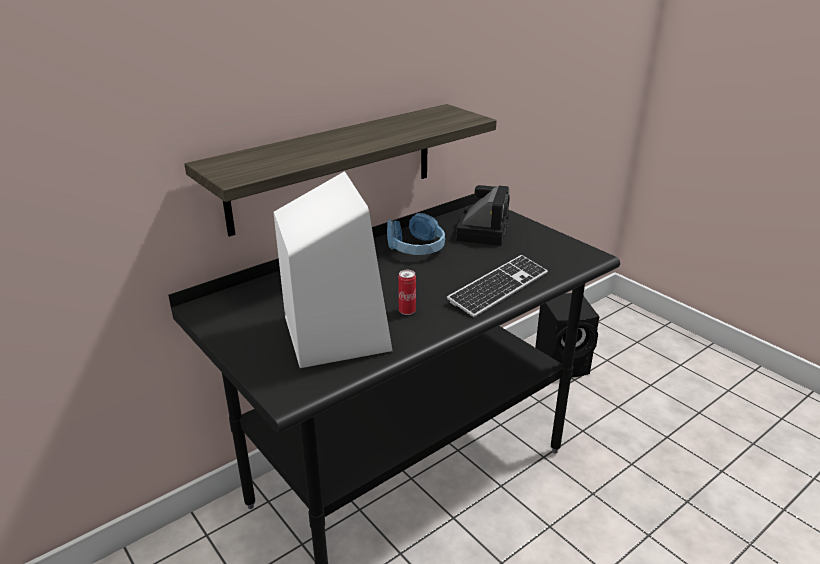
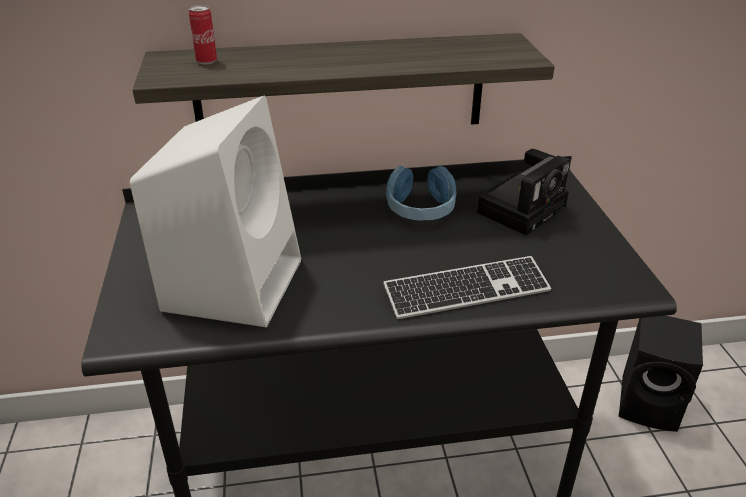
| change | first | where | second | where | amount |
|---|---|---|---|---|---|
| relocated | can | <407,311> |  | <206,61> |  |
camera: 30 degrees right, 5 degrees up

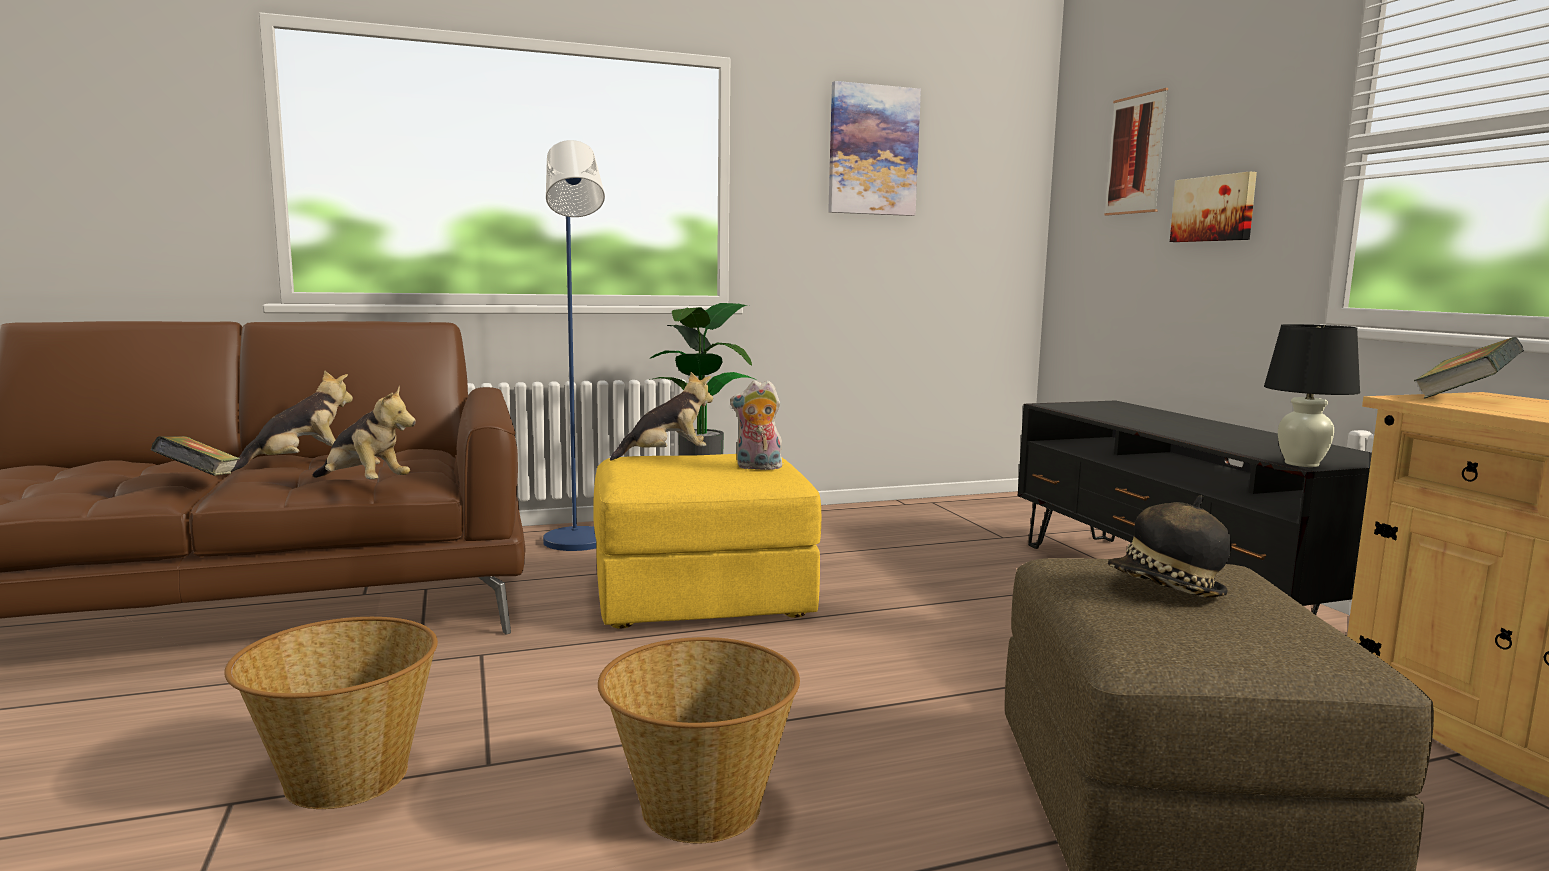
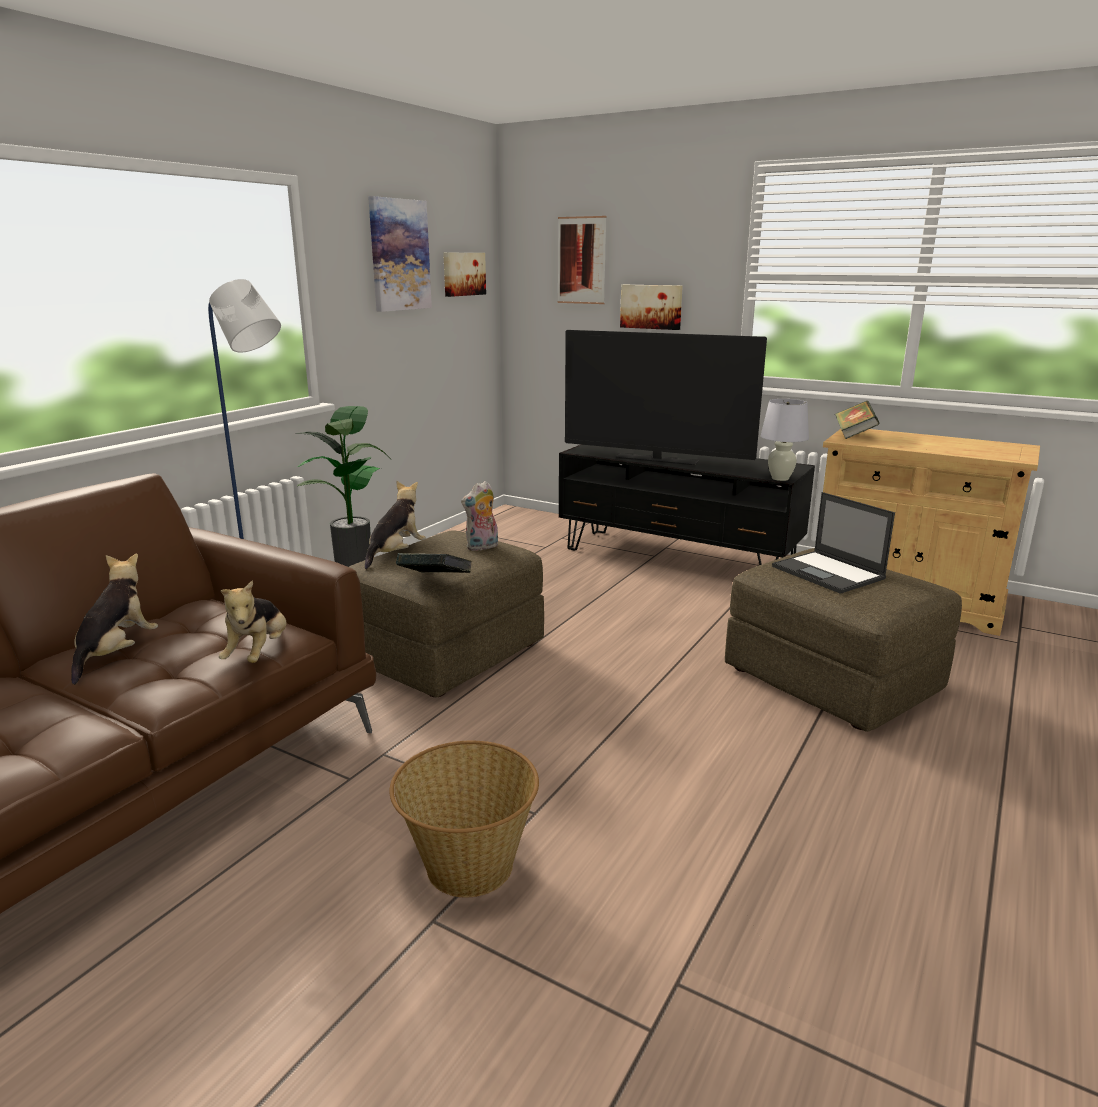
| change | first | where | second | where | amount |
|---|---|---|---|---|---|
| spun | soft toy | <363,484> |  | <259,653> | 105 degrees clockwise |
| colour | yellowish ottoman | <702,596> | brown-coloured ottoman | <447,653> |  |
| relocated | bound book | <200,482> |  | <435,582> |  |
| appeared |  |  | picture | <463,274> |  |
| appeared |  |  | TV set | <656,460> |  |
| colour | black-coloured tabletop lamp | <1302,464> | white tabletop lamp | <780,478> |  |
| exchanged | clothing hat | <1166,589> | laptop | <829,573> |  |
| missing | storage basket | <699,806> |  |  |  |
camera: 40 degrees left, 10 degrees up

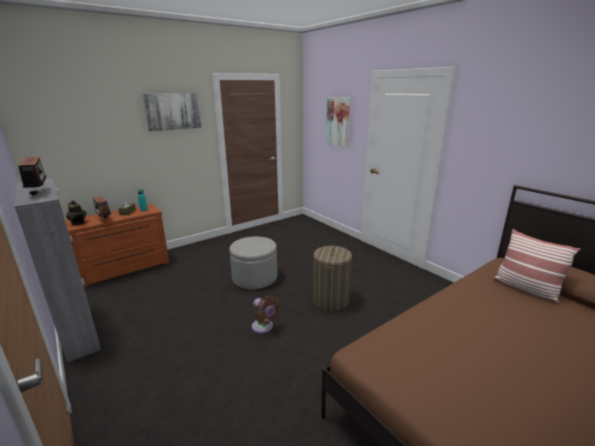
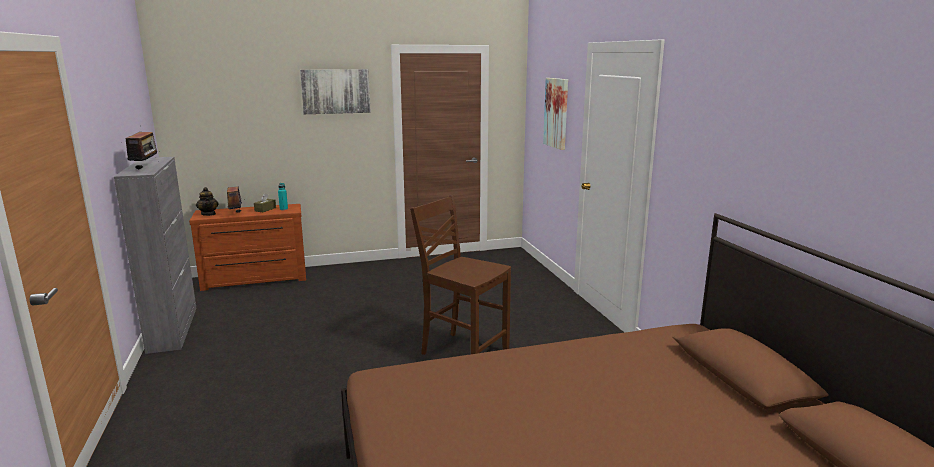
| change | first | where | second | where | amount |
|---|---|---|---|---|---|
| exchanged | washing basket | <331,300> | brown-coloured plain chair | <463,352> |  |
| missing | grey ottoman | <255,278> |  |  |  |
| missing | brown-coloured fan | <264,327> |  |  |  |
| missing | cushion | <525,289> |  |  |  |
camera: 20 degrees right, 5 degrees down

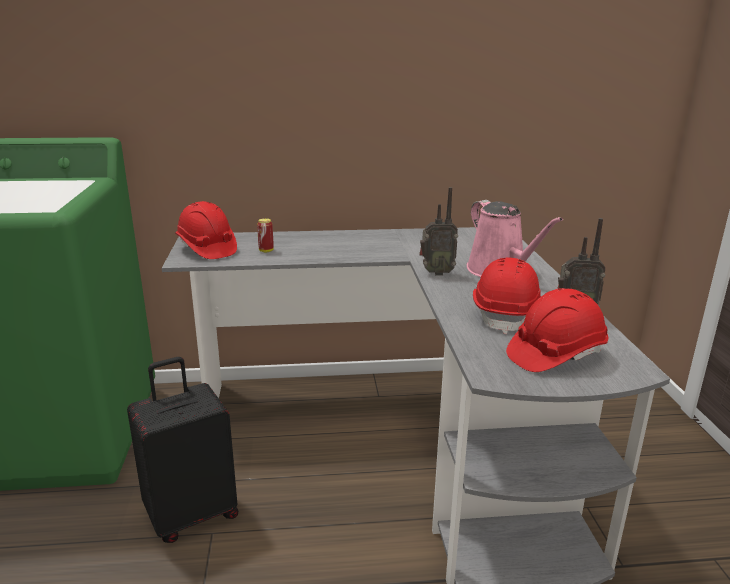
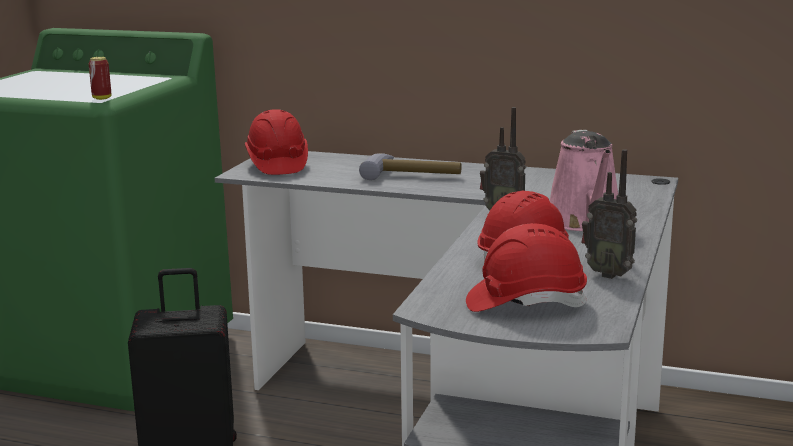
| change | first | where | second | where | amount |
|---|---|---|---|---|---|
| relocated | can | <266,251> |  | <102,98> |  |
| appeared |  |  | hand hammer | <412,175> |  |
camera: 25 degrees right, 5 degrees down

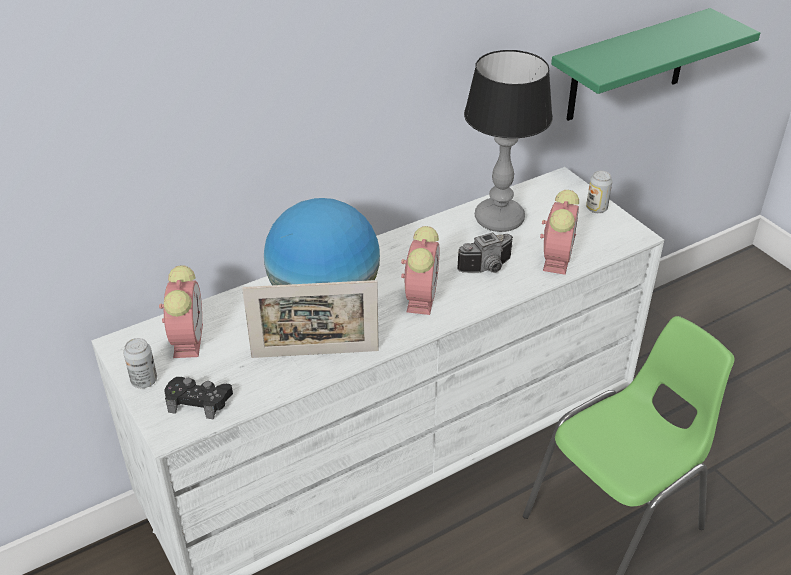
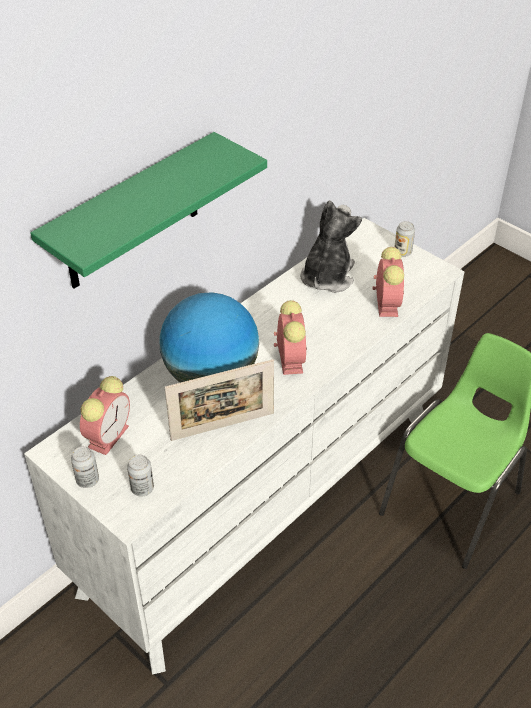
| change | first | where | second | where | amount |
|---|---|---|---|---|---|
| relocated | green-coloured wall shelf | <628,66> |  | <132,214> |  |
| spun | table clock | <187,339> |  | <109,435> | 45 degrees clockwise |
| exchanged | black-coloured joypad | <198,401> | can | <142,488> |  |
| exchanged | tabletop lamp | <498,219> | soft toy | <327,276> |  |
| missing | still camera | <488,268> |  |  |  |
camera: 15 degrees left, 5 degrees up

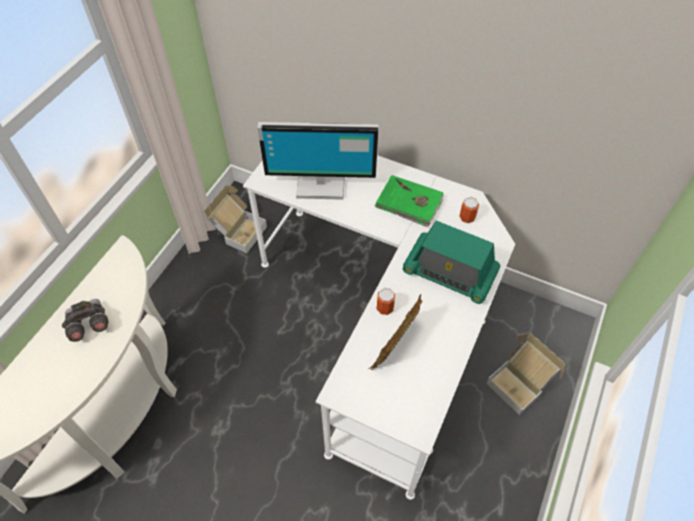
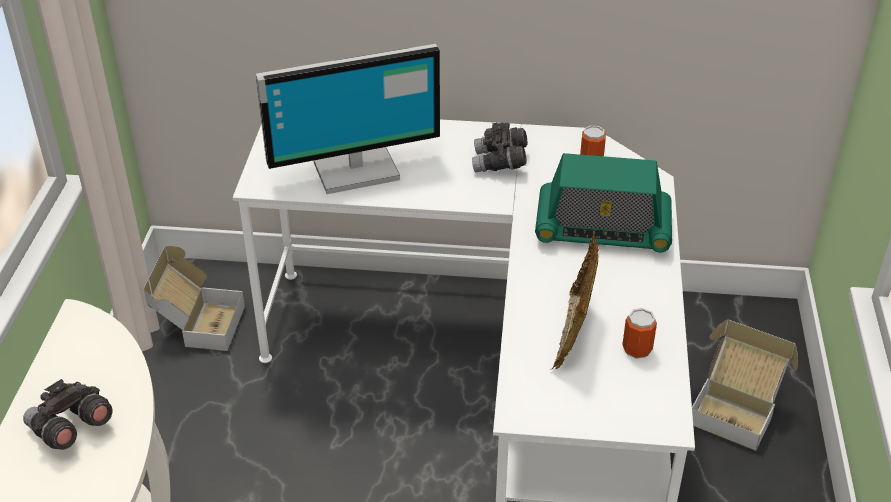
| change | first | where | second | where | amount |
|---|---|---|---|---|---|
| exchanged | green-coloured bound book | <409,203> | grey binoculars | <500,163> |  |
| relocated | can | <385,308> |  | <637,349> |  |
camera: 20 degrees left, 15 degrees down

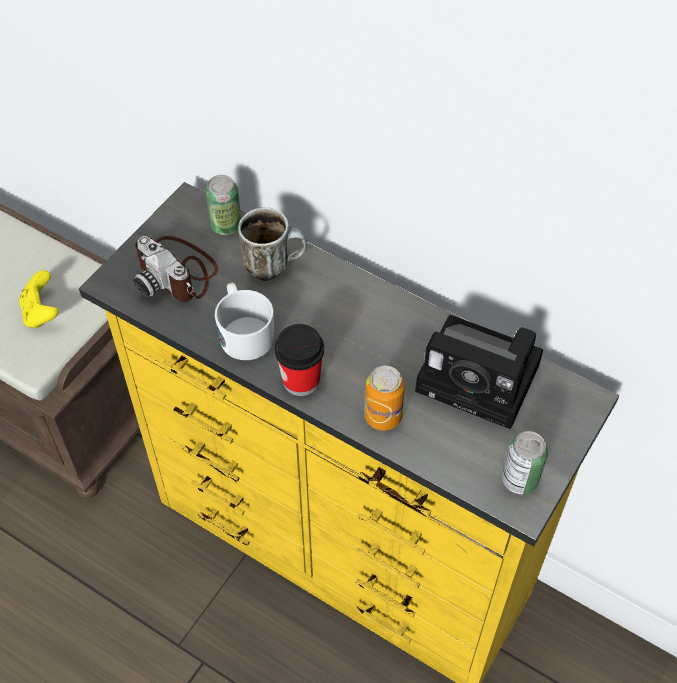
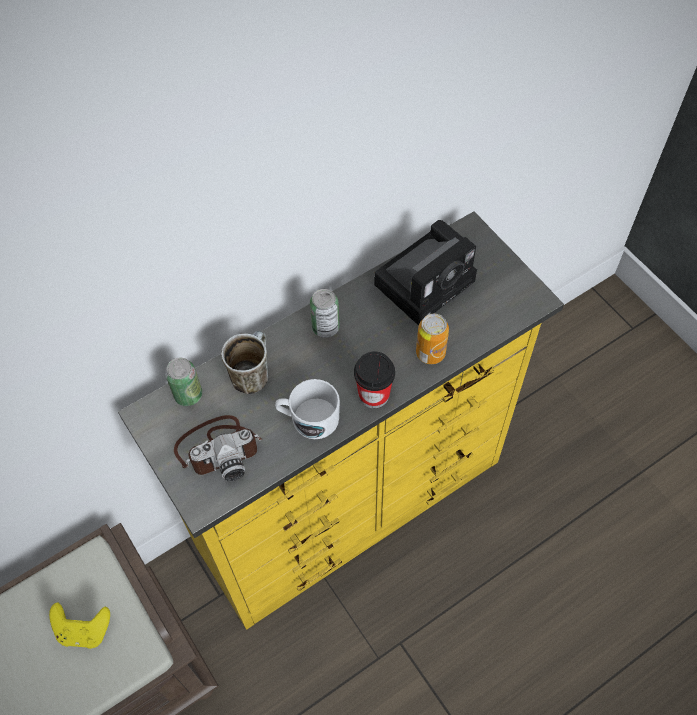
| change | first | where | second | where | amount |
|---|---|---|---|---|---|
| relocated | can | <519,480> |  | <325,327> |  |
camera: 65 degrees left, 5 degrees up

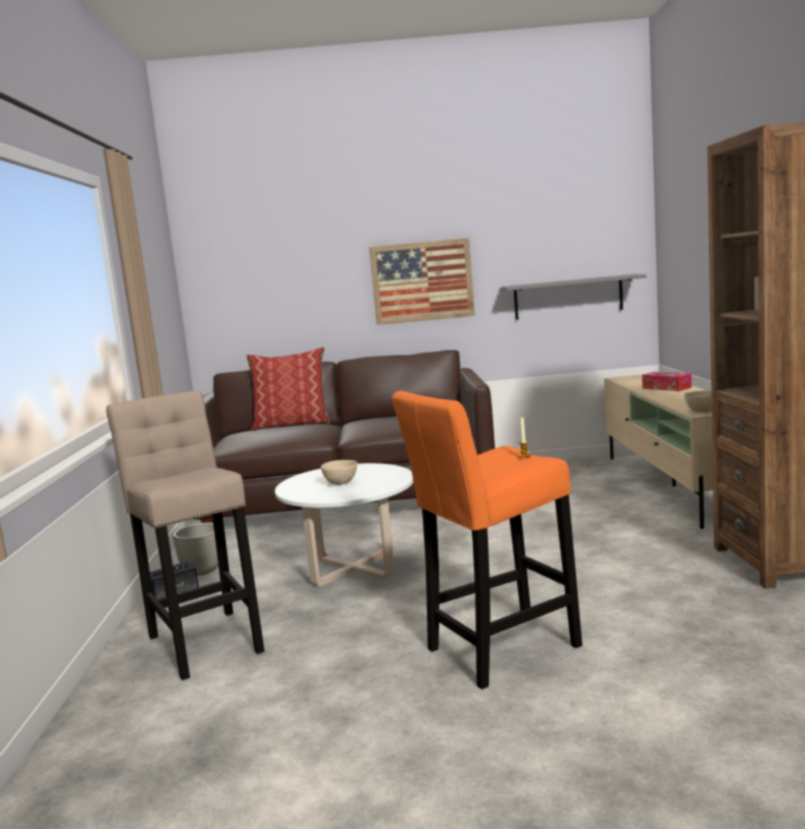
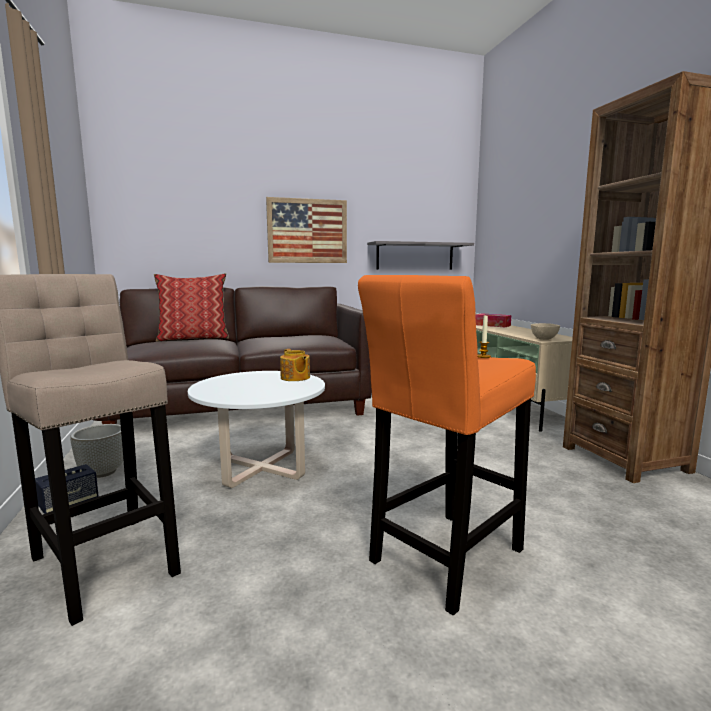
| change | first | where | second | where | amount |
|---|---|---|---|---|---|
| appeared |  |  | pot for tea | <295,378> |  |
| missing | sand-coloured deep dish | <341,483> |  |  |  |
camera: 15 degrees left, 0 degrees up

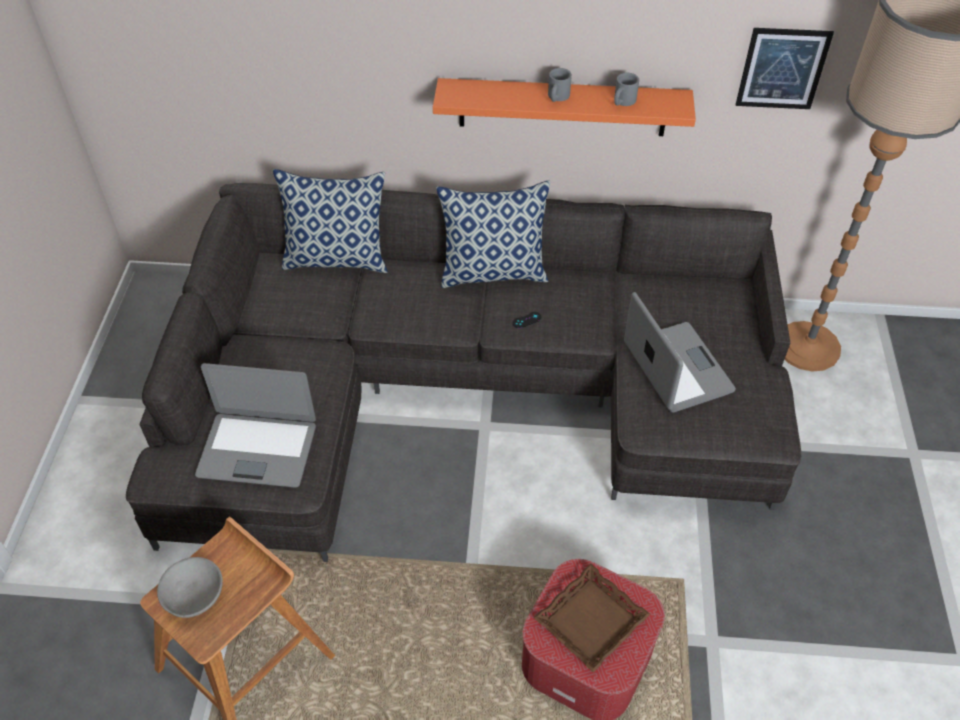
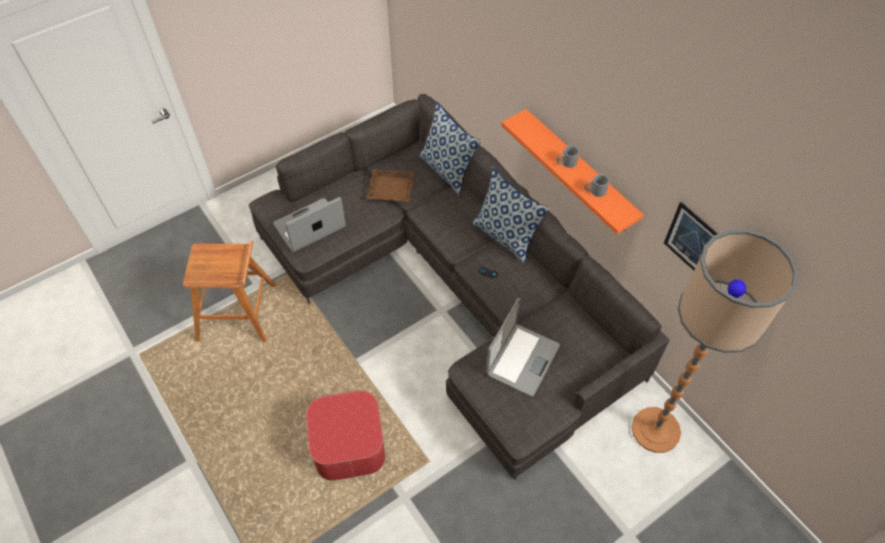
| change | first | where | second | where | amount |
|---|---|---|---|---|---|
| spun | laptop | <258,449> |  | <310,227> | 90 degrees clockwise |
| relocated | brown-coloured serving tray | <590,620> |  | <391,188> |  |
| missing | grey deep dish | <194,596> |  |  |  |
camera: 50 degrees right, 5 degrees up

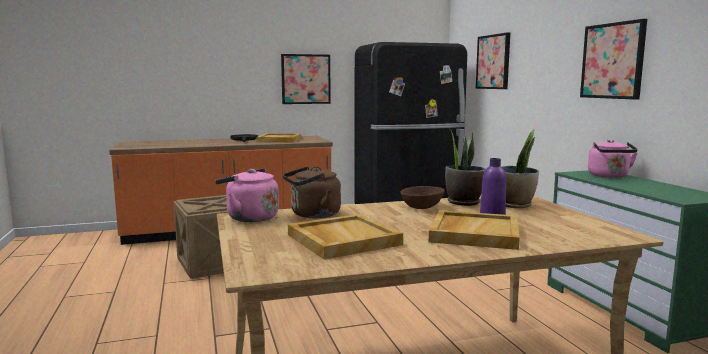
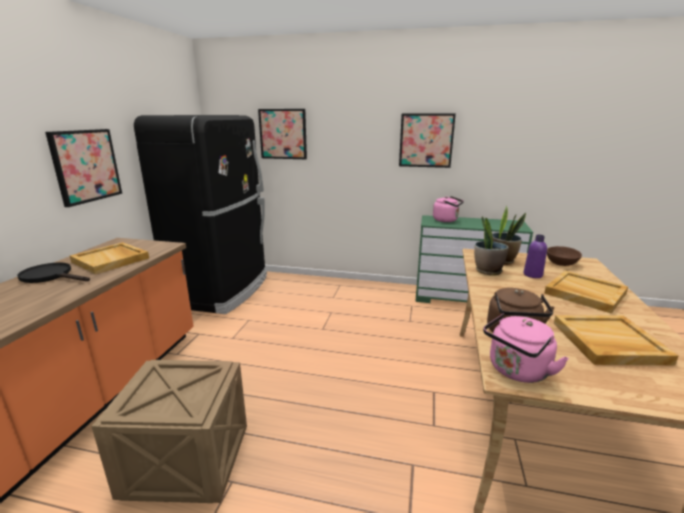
| change | first | where | second | where | amount |
|---|---|---|---|---|---|
| relocated | brown-coloured deep dish | <422,207> |  | <561,263> |  |
camera: 60 degrees left, 10 degrees up

